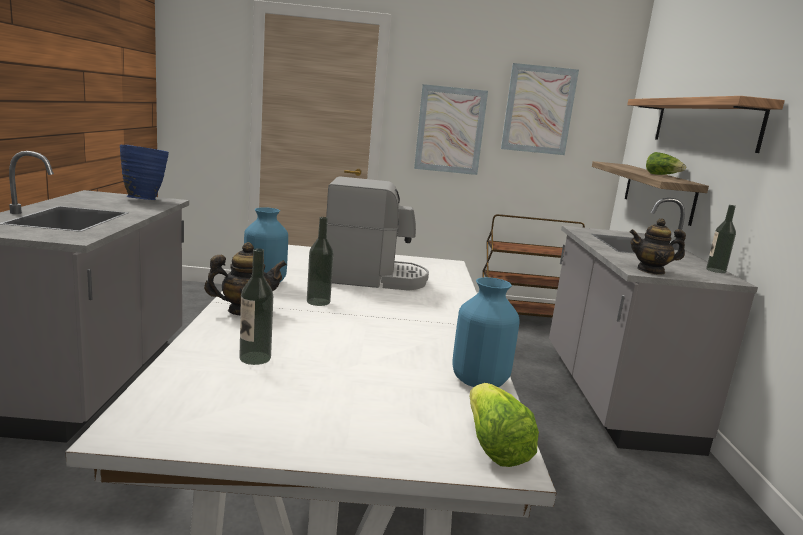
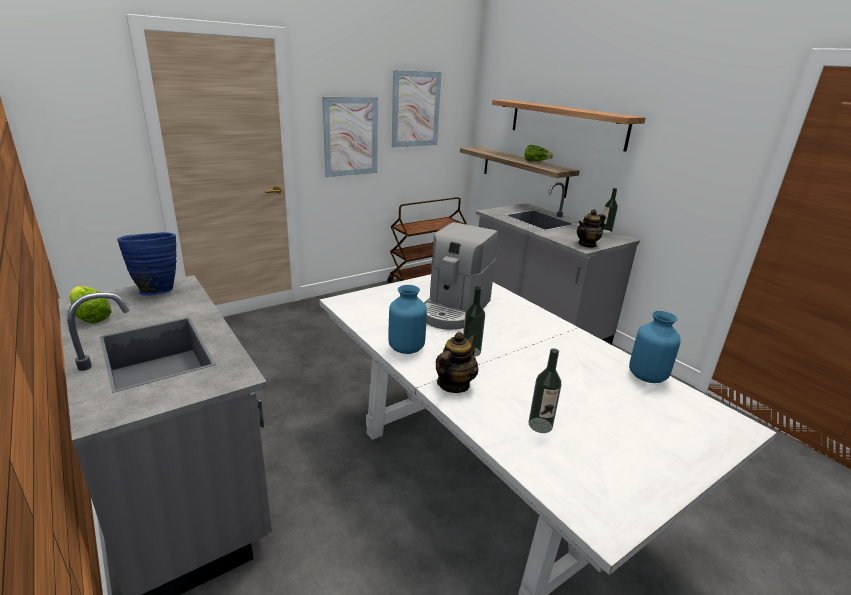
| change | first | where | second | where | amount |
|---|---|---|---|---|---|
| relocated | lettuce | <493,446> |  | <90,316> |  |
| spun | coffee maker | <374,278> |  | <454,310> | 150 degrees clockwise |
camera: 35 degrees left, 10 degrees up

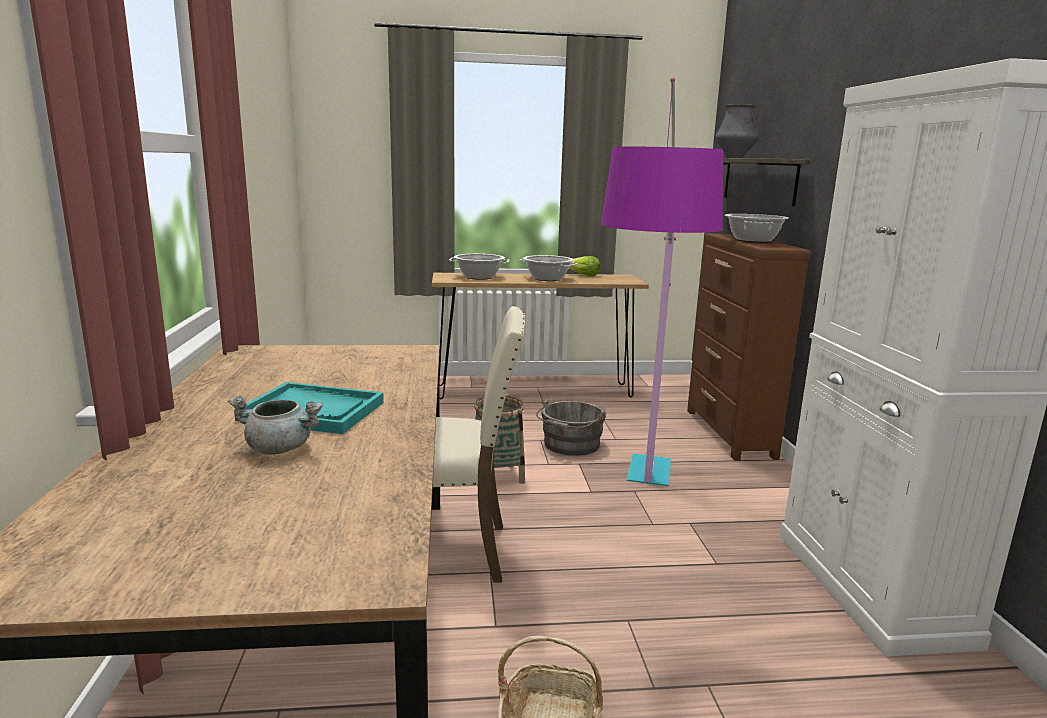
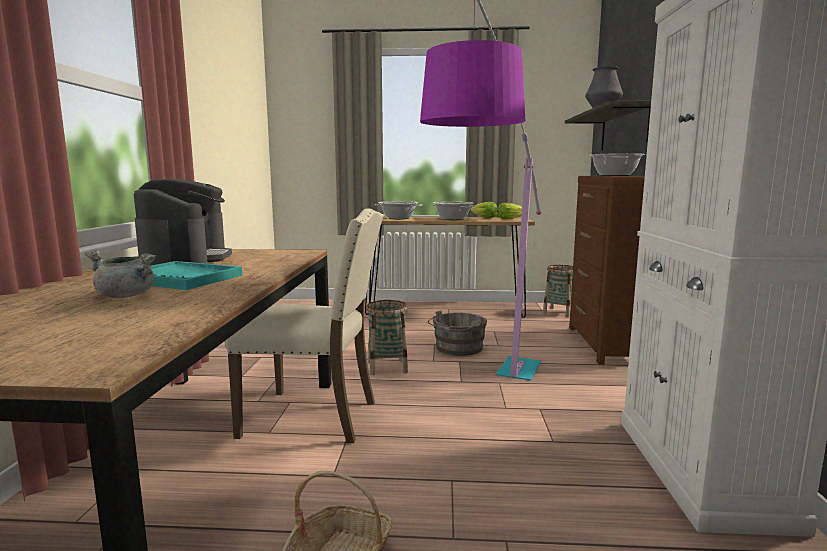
| change | first | where | second | where | amount |
|---|---|---|---|---|---|
| appeared |  |  | coffee maker | <186,258> |  |
| appeared |  |  | lettuce | <510,219> |  |
| appeared |  |  | storage basket | <559,312> |  |
camera: 10 degrees right, 5 degrees down

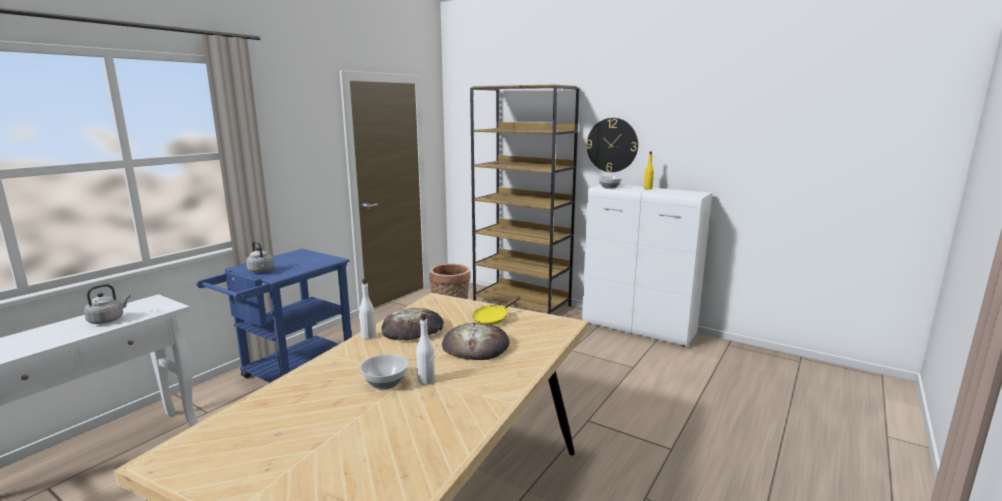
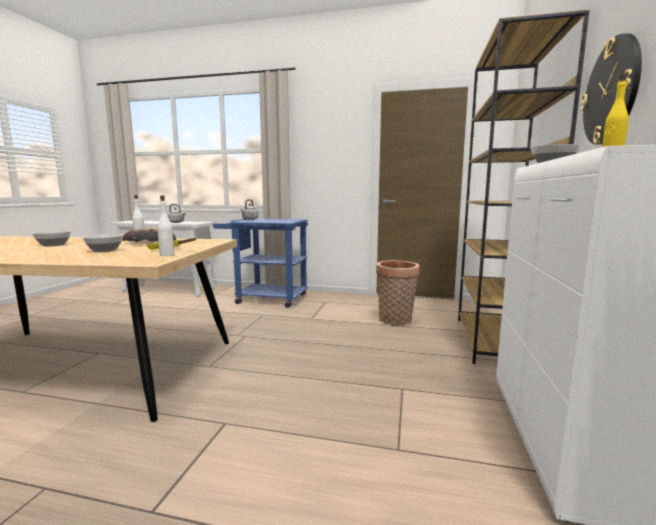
| change | first | where | second | where | amount |
|---|---|---|---|---|---|
| exchanged | bakery bread | <476,346> | deep dish | <105,250> |  |
| relocated | white beverage bottle | <426,381> |  | <167,255> |  |
camera: 70 degrees right, 5 degrees down

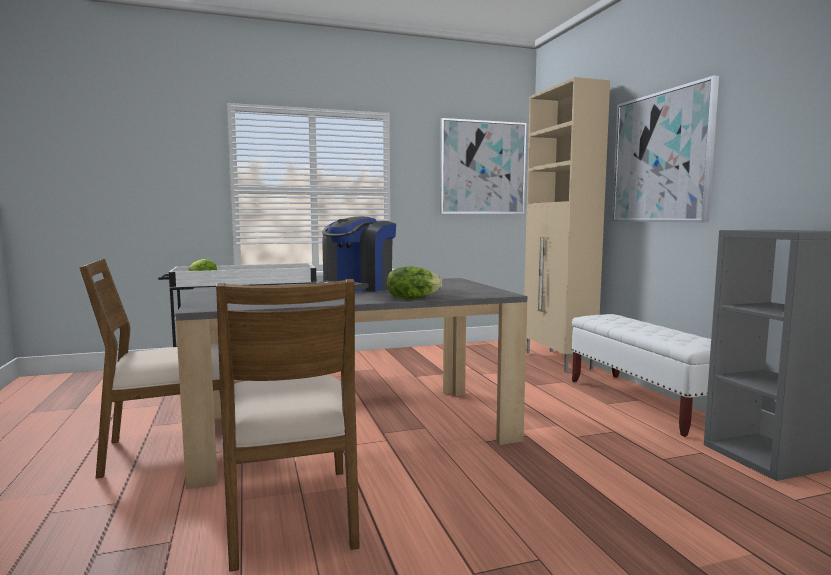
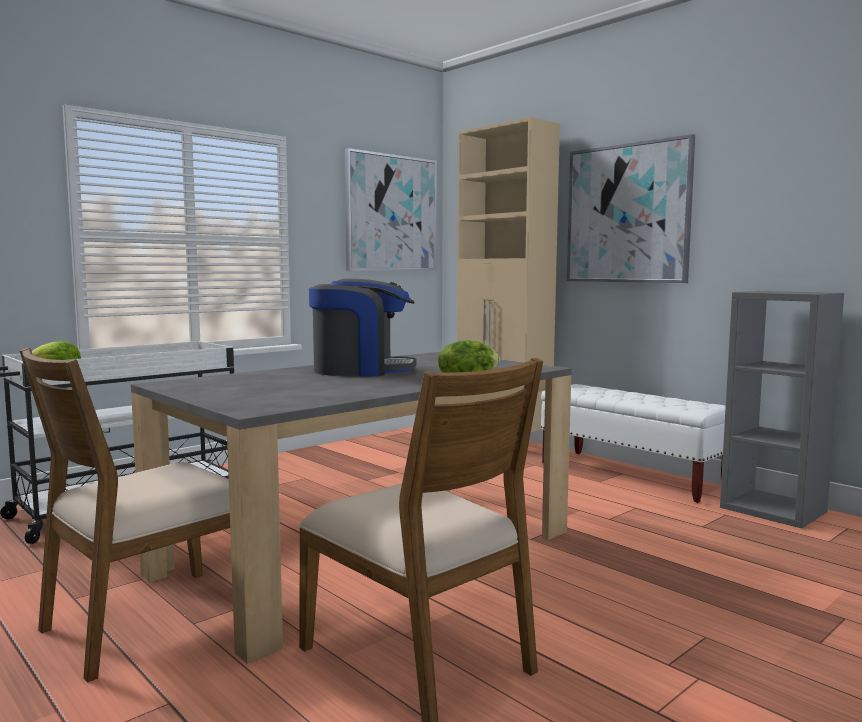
| change | first | where | second | where | amount |
|---|---|---|---|---|---|
| spun | coffee maker | <358,287> |  | <362,370> | 90 degrees counterclockwise |
camera: 25 degrees left, 0 degrees up

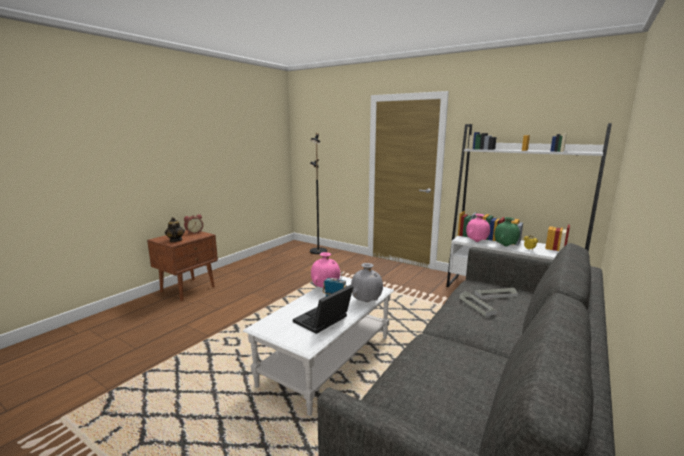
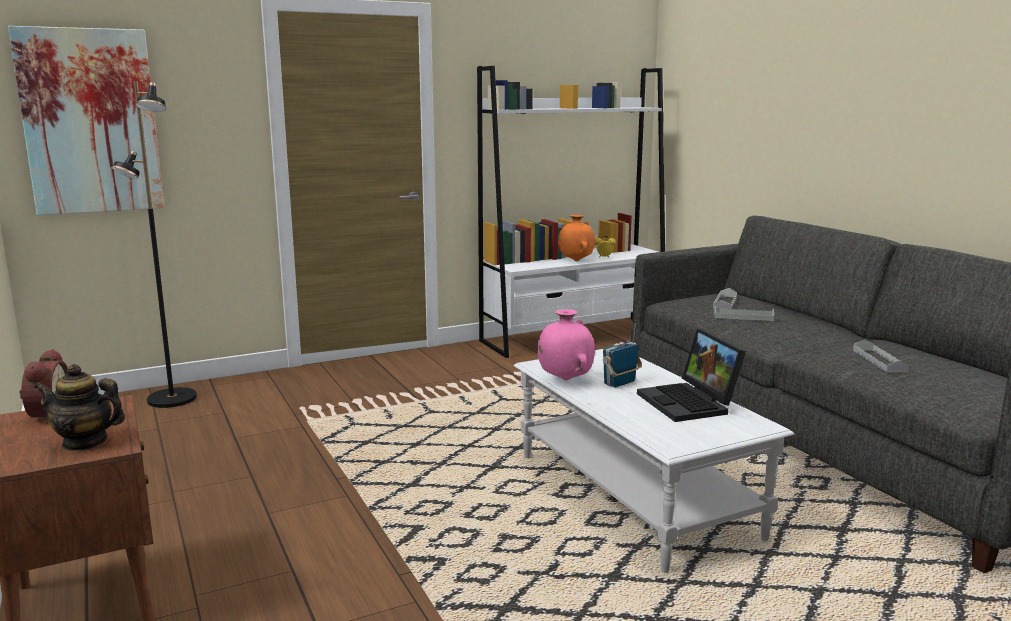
| change | first | where | second | where | amount |
|---|---|---|---|---|---|
| appeared |  |  | picture | <90,122> |  |
| colour | green-coloured decorative vase | <505,246> | orange-coloured decorative vase | <576,261> |  |
| appeared |  |  | grey serving tray | <879,360> |  |
| missing | grey decorative vase | <366,301> |  |  |  |
| missing | pink decorative vase | <476,241> |  |  |  |
camera: 60 degrees left, 0 degrees up

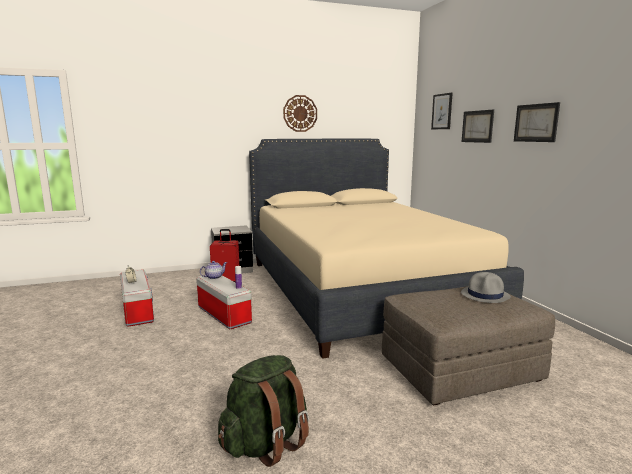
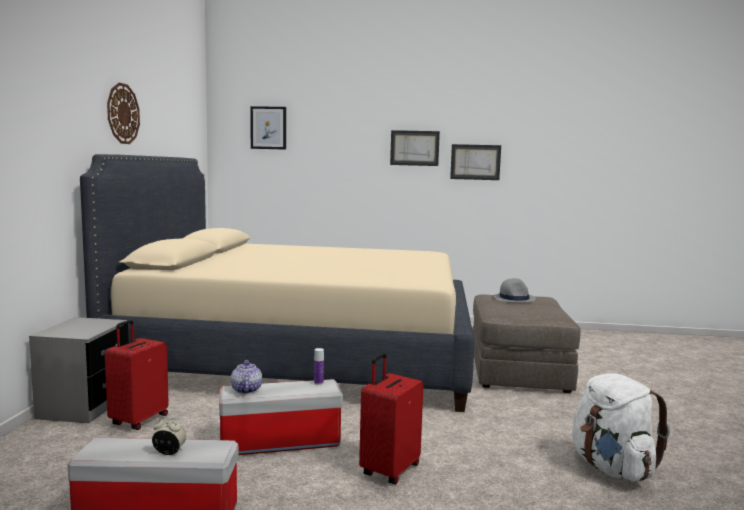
| change | first | where | second | where | amount |
|---|---|---|---|---|---|
| appeared |  |  | red travel case | <389,470> |  |
| relocated | picture | <477,126> |  | <475,162> |  |
| colour | green-coloured knapsack | <266,443> | white knapsack | <612,468> |  |
camera: 65 degrees left, 5 degrees down

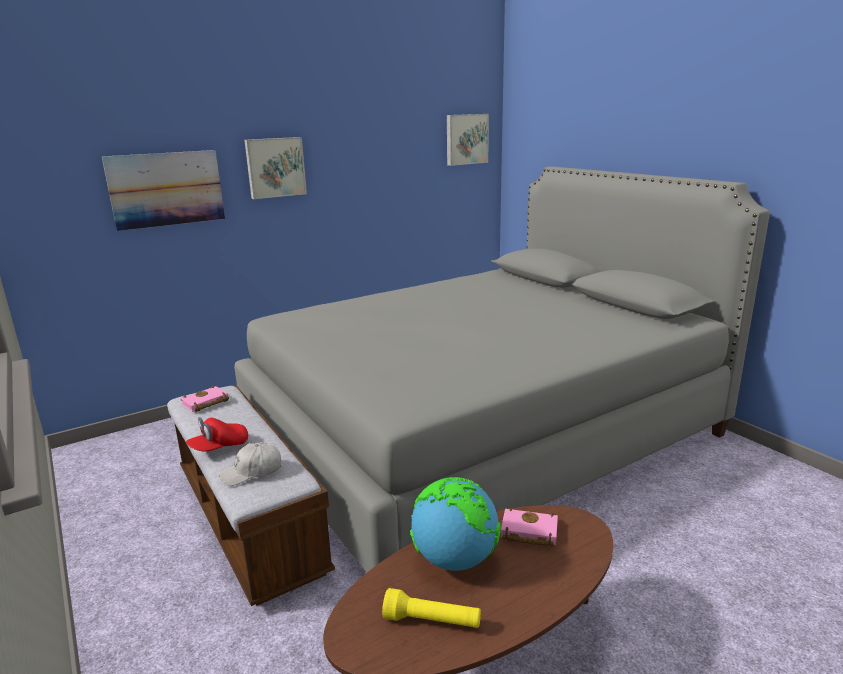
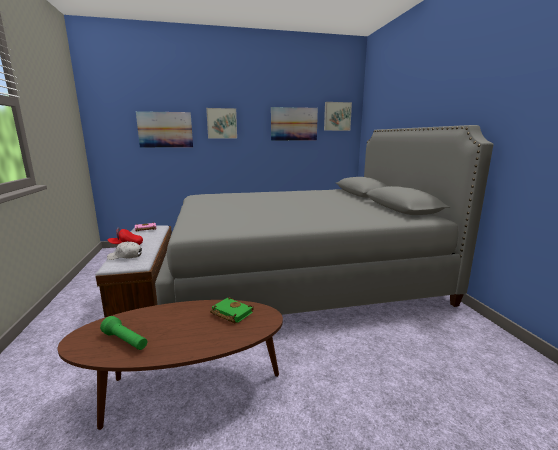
| change | first | where | second | where | amount |
|---|---|---|---|---|---|
| colour | yellowish torch | <432,621> | green-coloured torch | <125,341> |  |
| colour | pink bound book | <527,532> | green-coloured bound book | <230,313> |  |
| appeared |  |  | picture | <294,124> |  |
| missing | desk globe | <454,560> |  |  |  |
camera: 20 degrees right, 5 degrees down

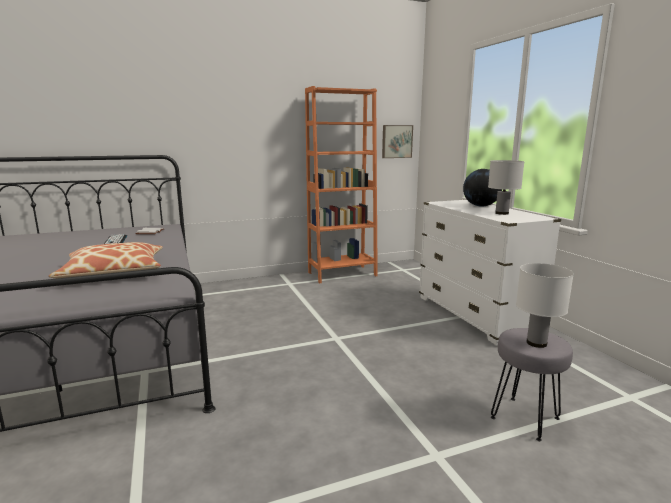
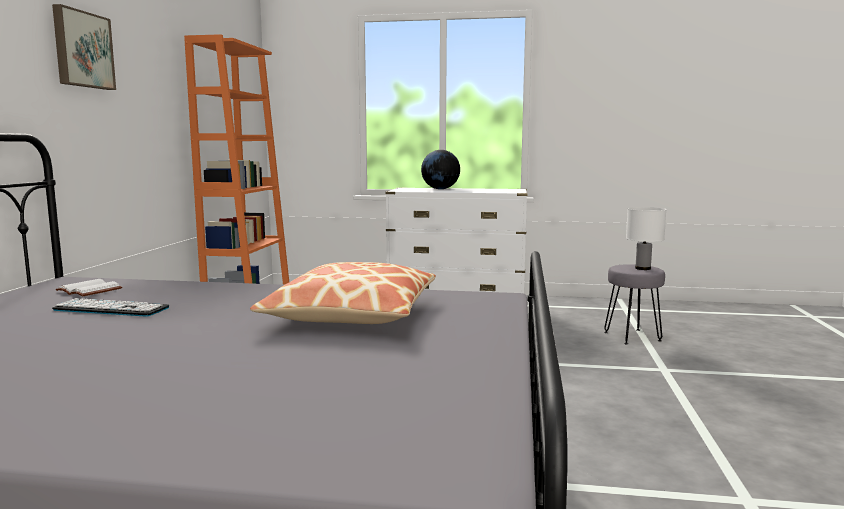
| change | first | where | second | where | amount |
|---|---|---|---|---|---|
| relocated | picture | <396,141> |  | <82,50> |  |
| missing | white tabletop lamp | <501,213> |  |  |  |
camera: 60 degrees left, 5 degrees down

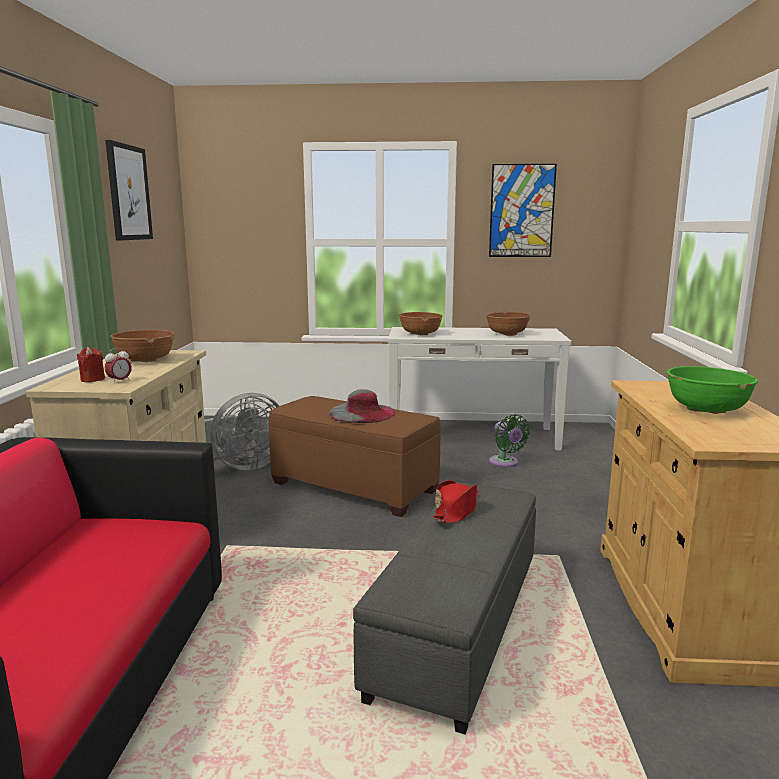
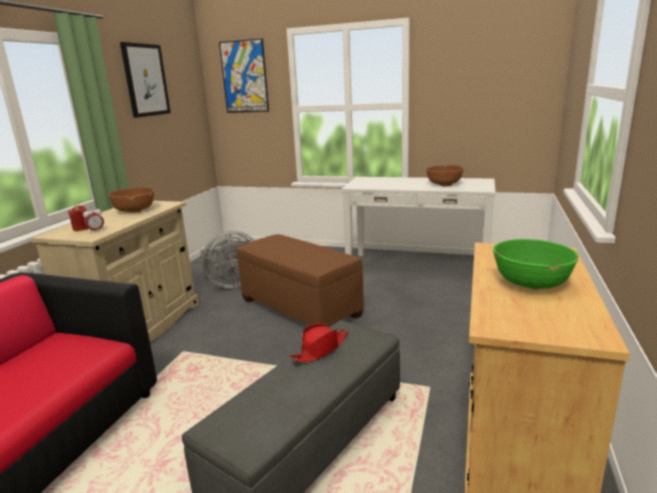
| change | first | where | second | where | amount |
|---|---|---|---|---|---|
| relocated | picture | <521,211> |  | <244,77> |  |
| missing | grey clothing hat | <362,413> |  |  |  |
| missing | brown-coloured deep dish | <420,334> |  |  |  |
| missing | green-coloured fan | <505,463> |  |  |  |
camera: 15 degrees right, 5 degrees up

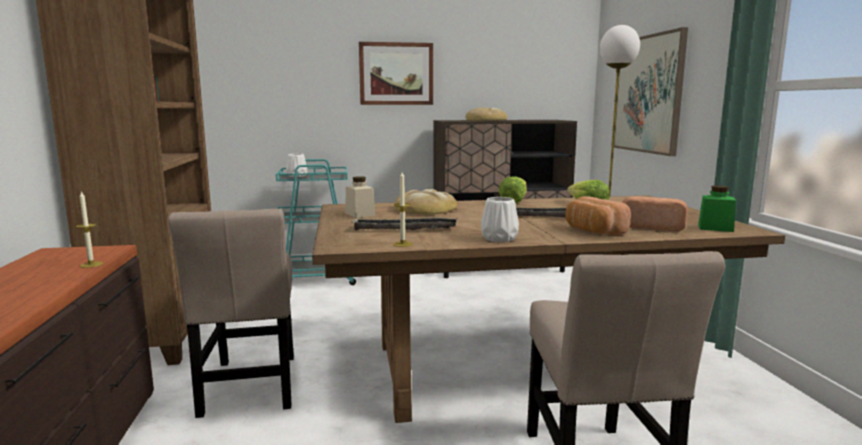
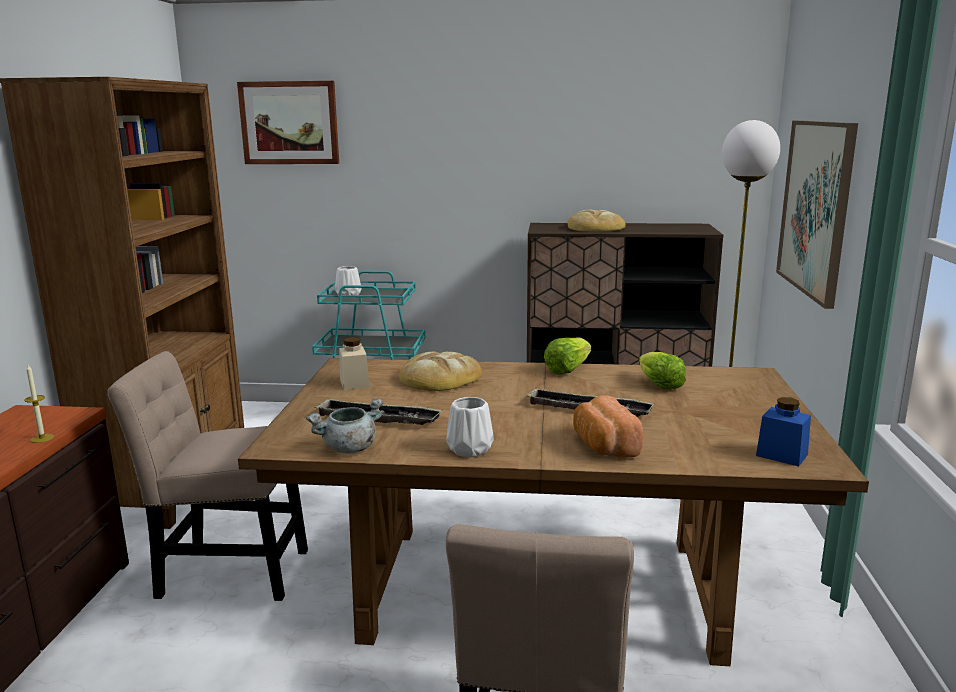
| change | first | where | second | where | amount |
|---|---|---|---|---|---|
| spun | sand-coloured plain chair | <250,388> |  | <226,572> | 90 degrees clockwise |
| relocated | picture | <396,74> |  | <289,123> |  |
| exchanged | candle | <402,244> | grey cooking pot | <349,449> |  |
| colour | green-coloured preserve jar | <715,228> | blue preserve jar | <781,455> |  |
| missing | bakery bread | <652,227> |  |  |  |
camera: 15 degrees right, 5 degrees up

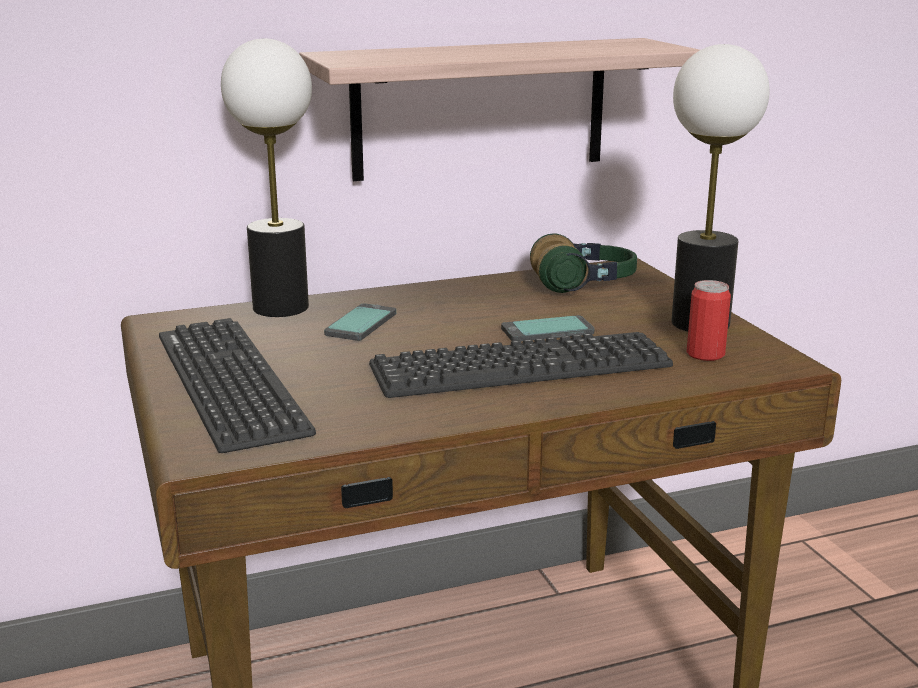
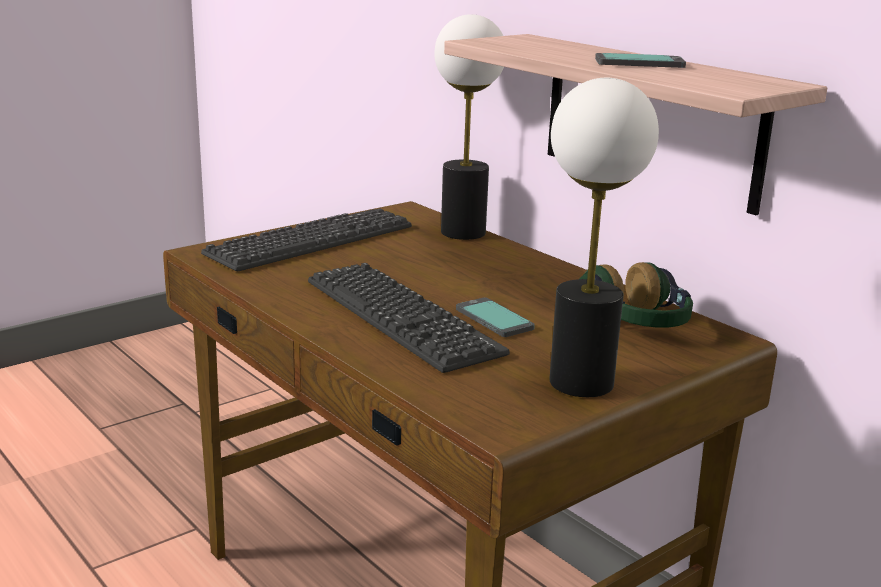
| change | first | where | second | where | amount |
|---|---|---|---|---|---|
| relocated | handset | <360,324> |  | <639,63> |  |
| missing | can | <705,354> |  |  |  |
camera: 70 degrees right, 0 degrees up

